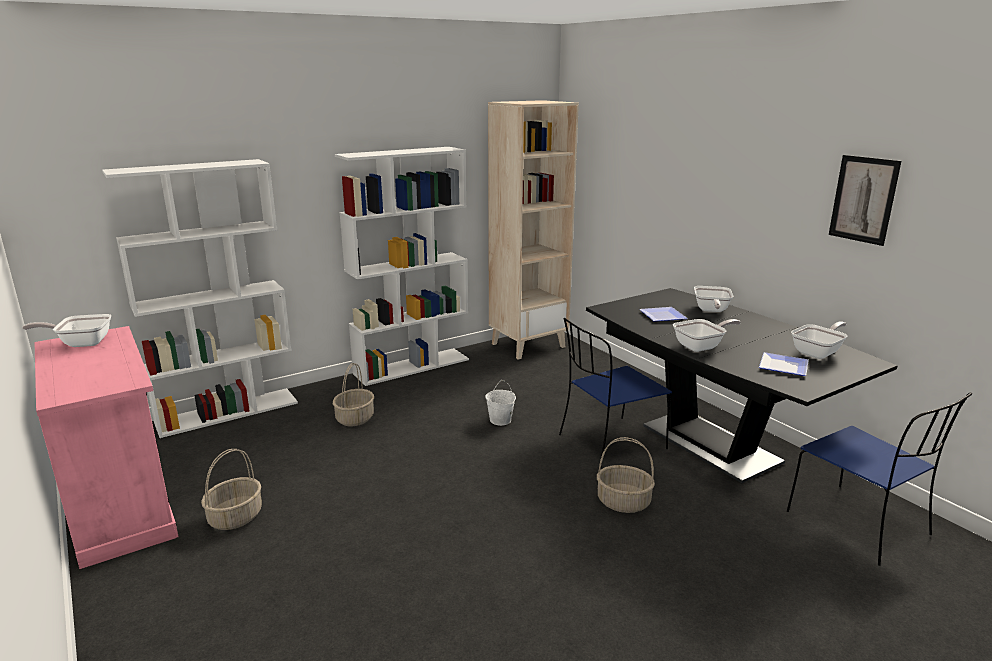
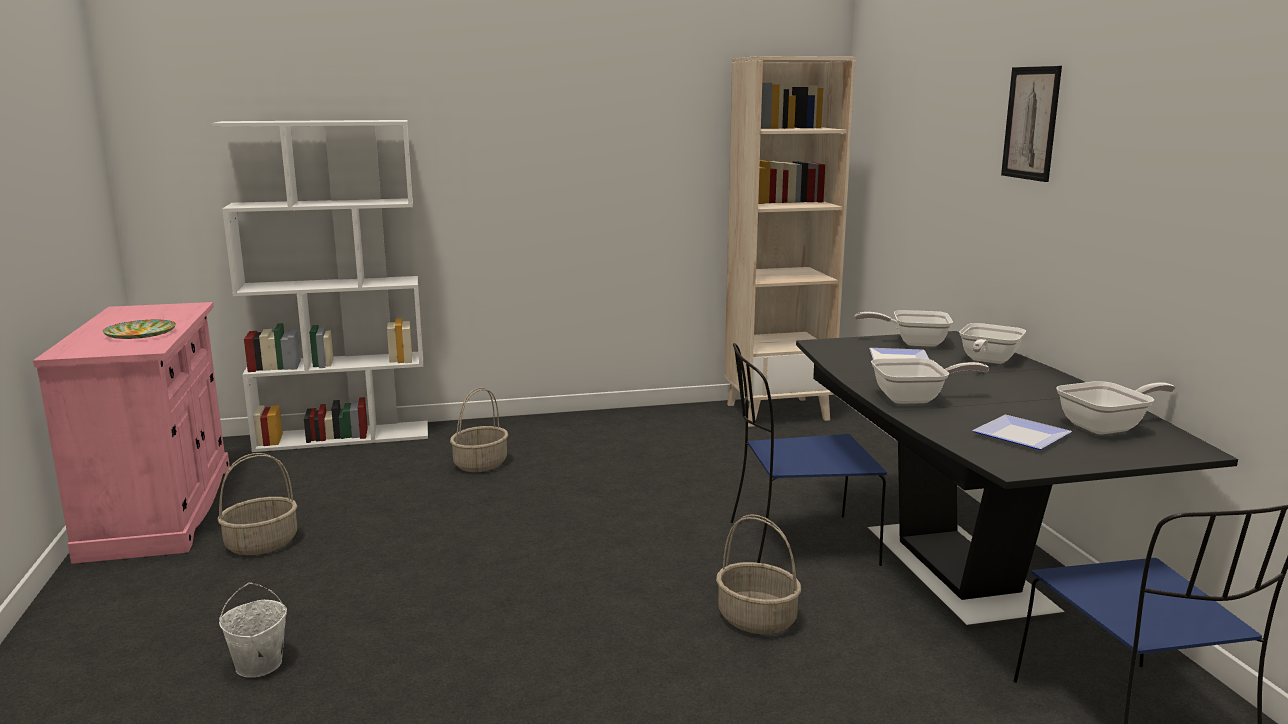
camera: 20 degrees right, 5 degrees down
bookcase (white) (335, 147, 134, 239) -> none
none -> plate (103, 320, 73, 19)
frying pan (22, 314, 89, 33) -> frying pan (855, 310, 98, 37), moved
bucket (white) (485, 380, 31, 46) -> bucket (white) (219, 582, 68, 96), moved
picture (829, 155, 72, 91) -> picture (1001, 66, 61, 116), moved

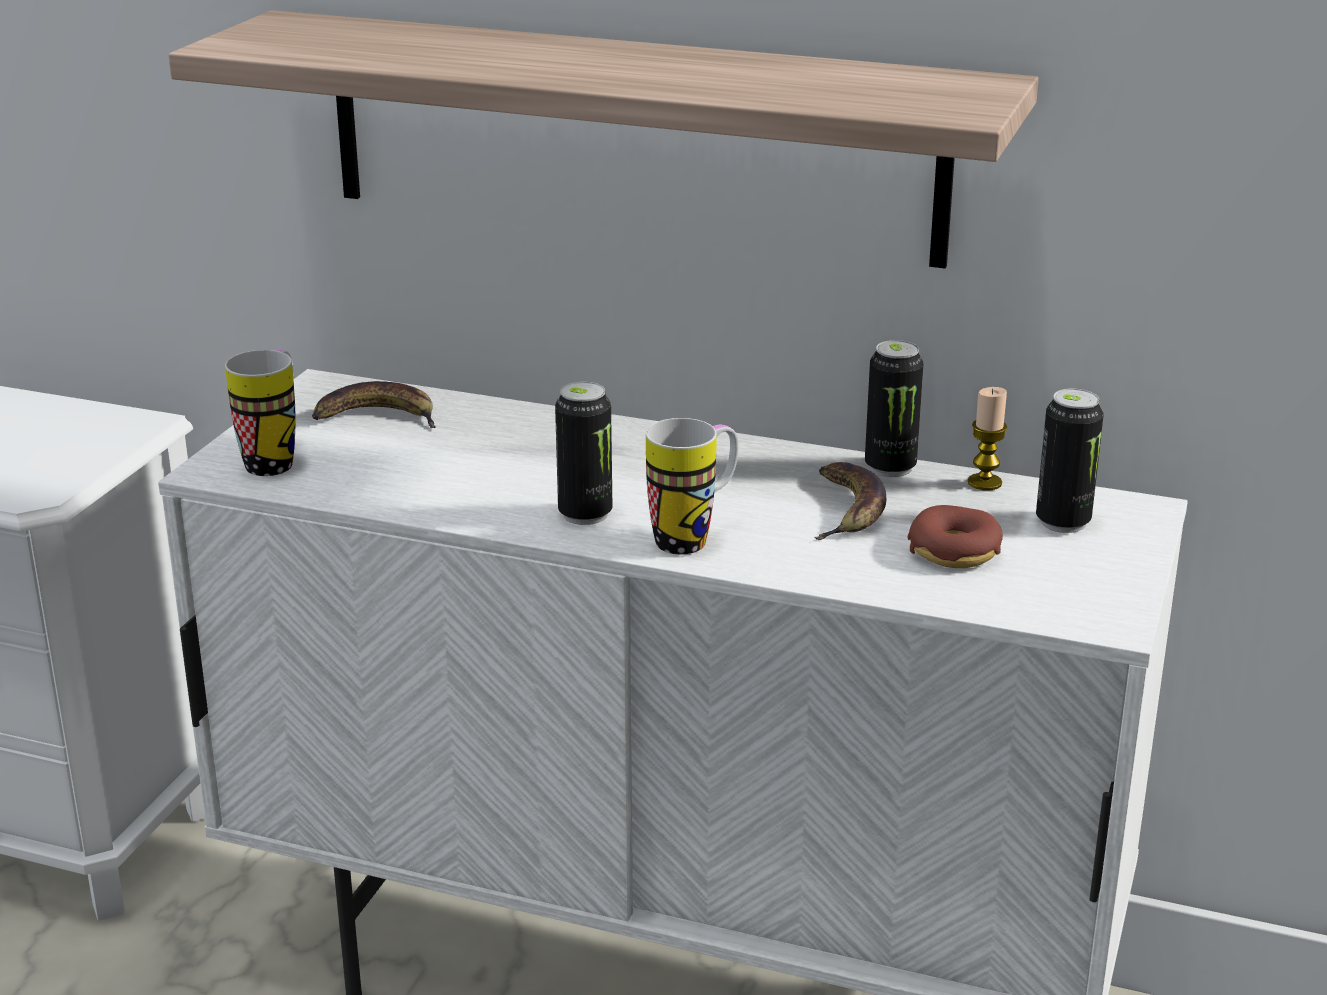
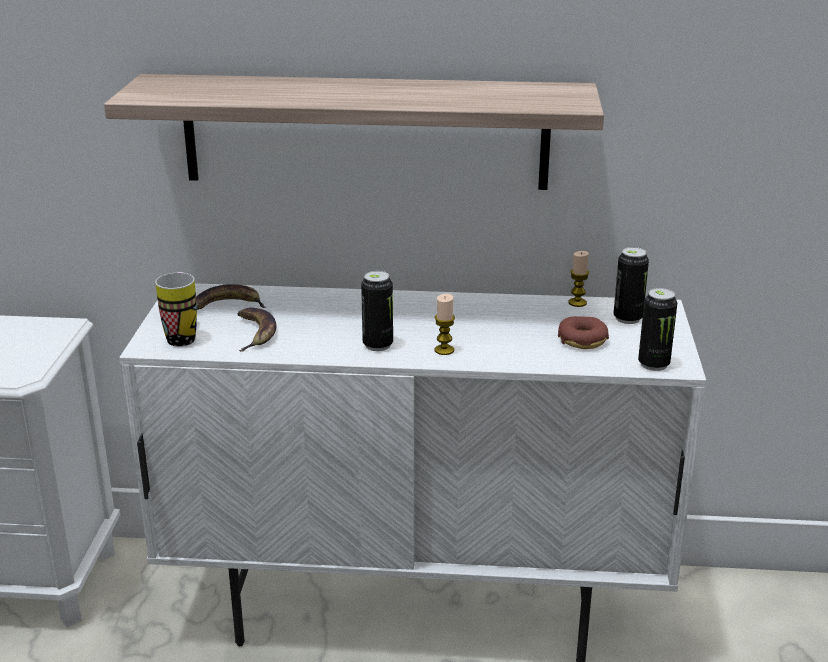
camera: 15 degrees left, 0 degrees up
banana (815, 462, 71, 78) -> banana (237, 308, 39, 44), moved
can (865, 340, 58, 137) -> can (638, 288, 39, 83), moved
mug (646, 418, 93, 137) -> candle (435, 294, 20, 61)

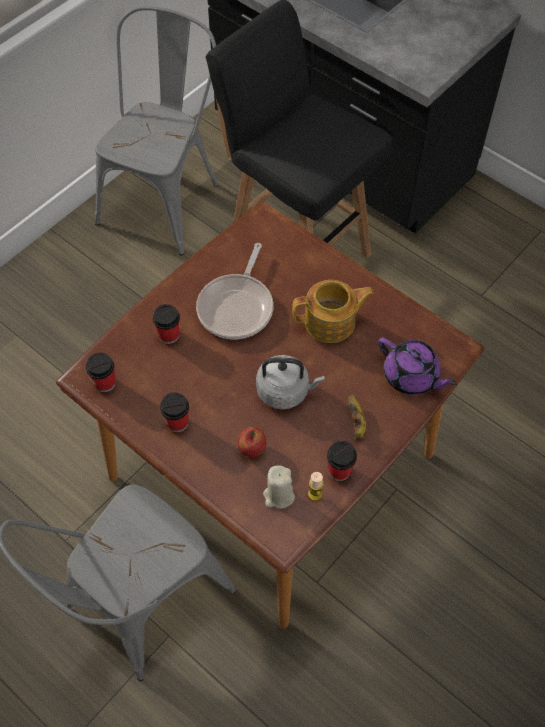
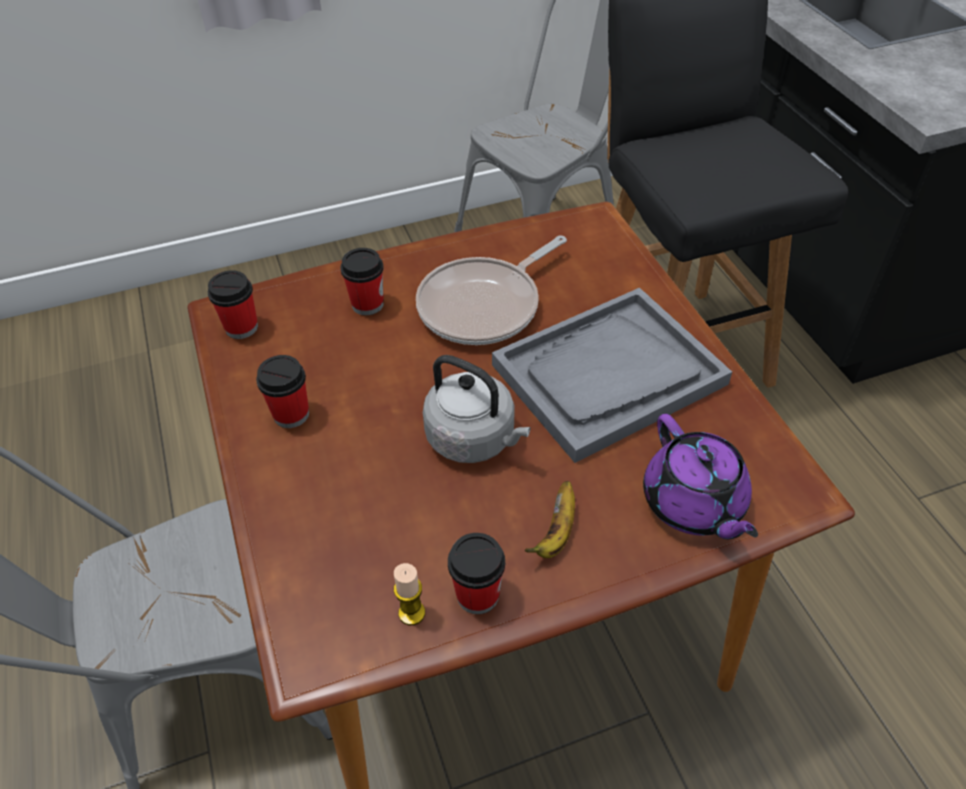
camera: 30 degrees right, 10 degrees down
apple (238, 427, 28, 30) -> none
candle (beige) (263, 465, 32, 44) -> none
teapot (292, 280, 82, 63) -> tray (grey) (492, 288, 240, 175)

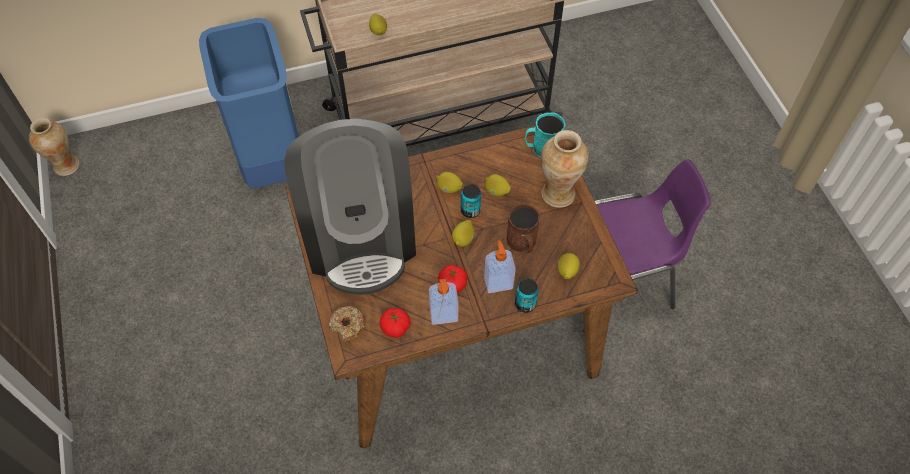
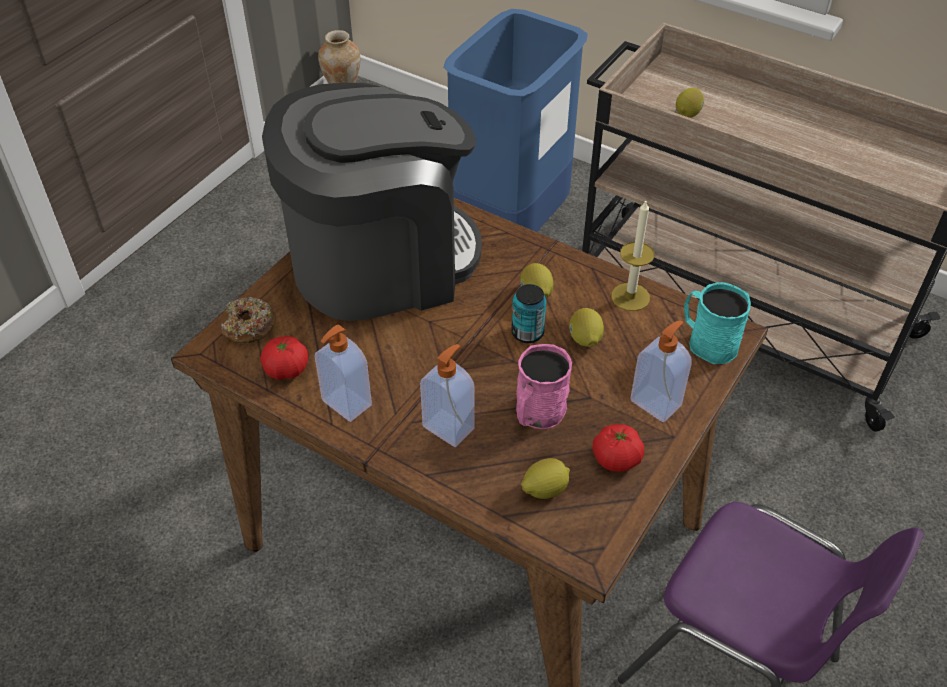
camera: 50 degrees right, 10 degrees down
lemon (452, 220, 23, 27) -> none
can (515, 279, 24, 34) -> none
none -> candle (611, 201, 44, 110)
tomato (438, 265, 30, 28) -> tomato (592, 424, 52, 48), moved
vase (540, 130, 49, 78) -> soap dispenser (630, 320, 62, 102)
mug (brown) (506, 203, 34, 50) -> mug (pink) (516, 344, 56, 85)
coffee machine (284, 119, 132, 176) -> coffee machine (262, 83, 220, 238), 150 degrees counterclockwise

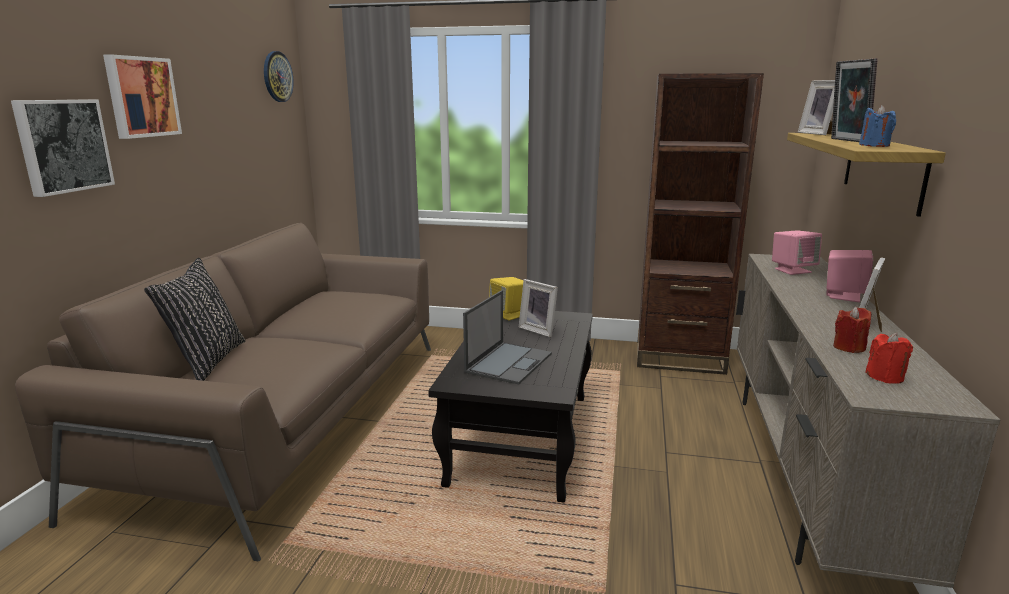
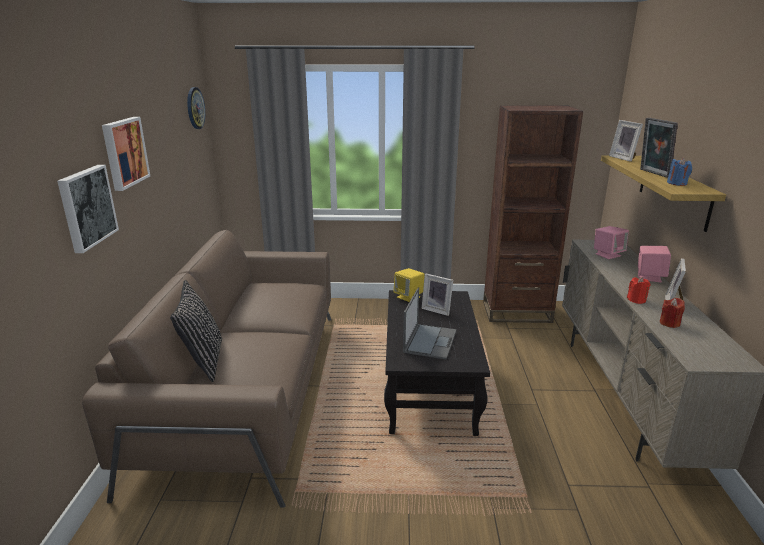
camera: 10 degrees left, 5 degrees up
candle (red) (865, 333, 48, 51) -> candle (red) (627, 277, 24, 27), moved

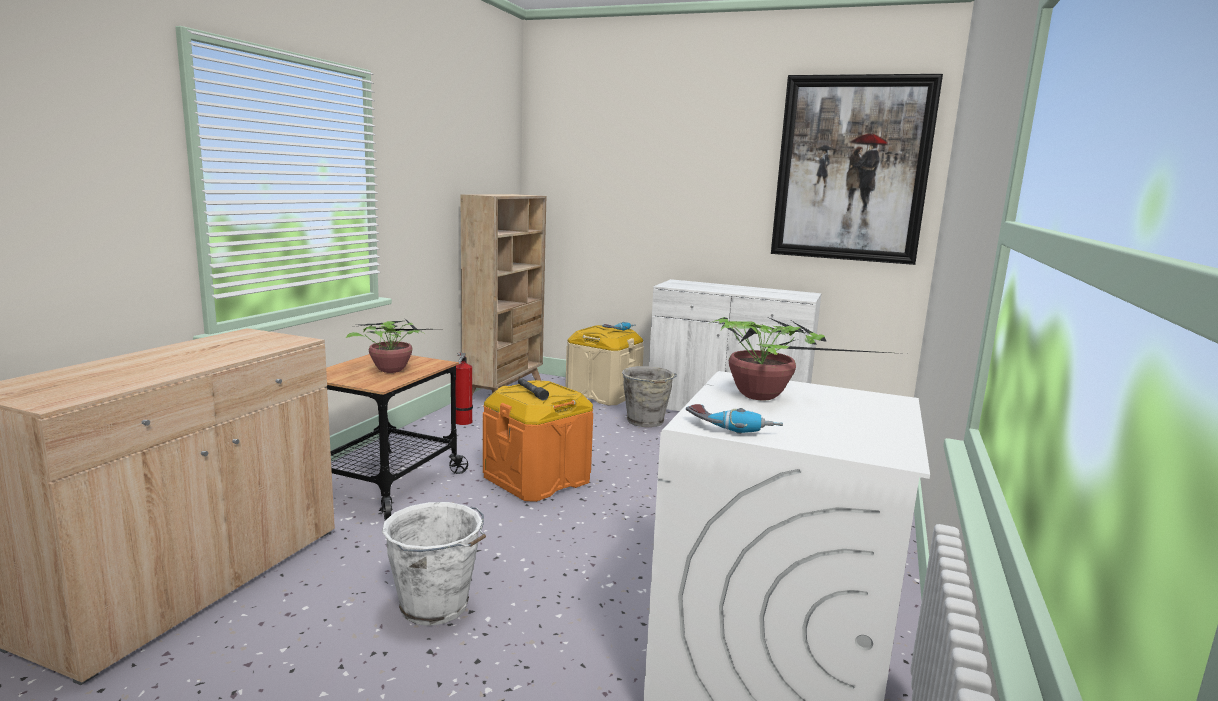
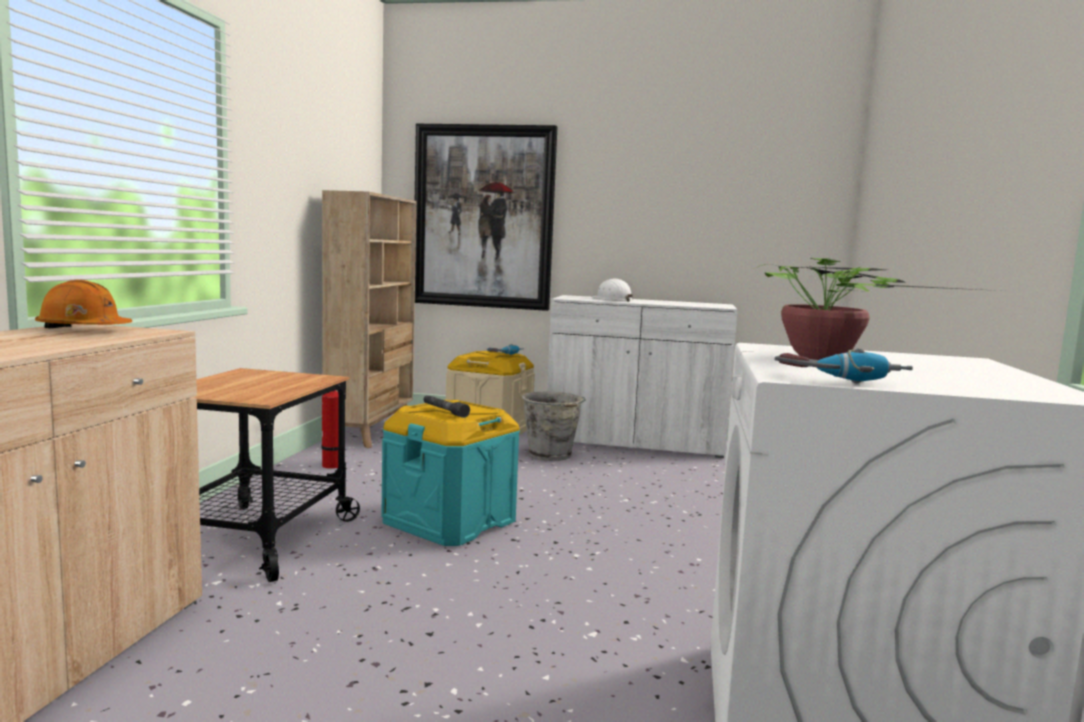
camera: 10 degrees left, 5 degrees down
potted plant (346, 317, 86, 56) -> none
bucket (white) (382, 502, 104, 124) -> none
none -> hard hat (orange) (35, 280, 97, 48)
none -> hard hat (white) (592, 279, 41, 23)
picture (771, 74, 172, 191) -> picture (415, 124, 142, 187), moved
storage box (orange) (483, 380, 110, 122) -> storage box (turquoise) (381, 400, 139, 146)

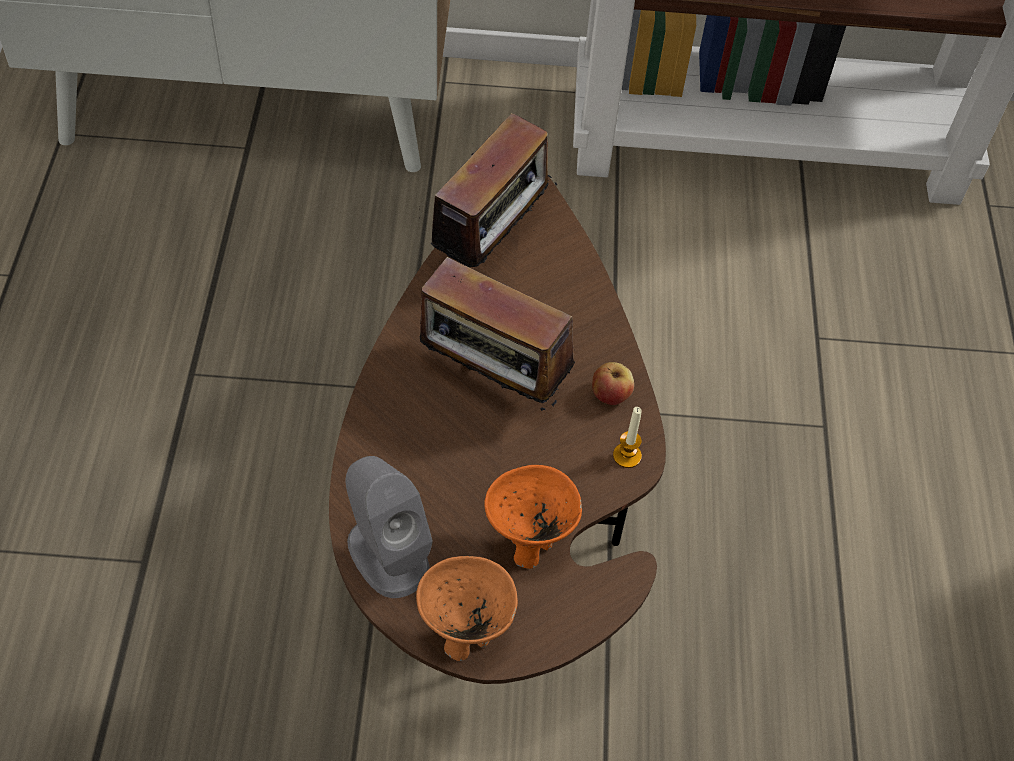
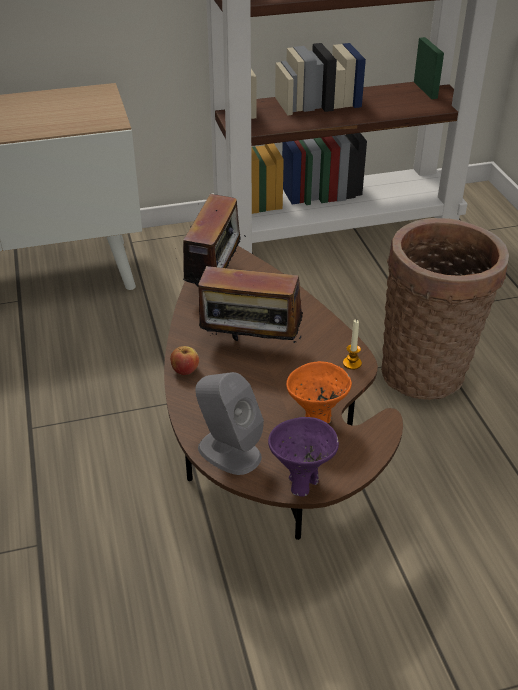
camera: 15 degrees left, 15 degrees down
none -> basket (381, 218, 128, 182)
apple (592, 362, 42, 43) -> apple (170, 346, 29, 29), moved
bowl (orange) (416, 556, 102, 105) -> bowl (purple) (268, 417, 71, 80)

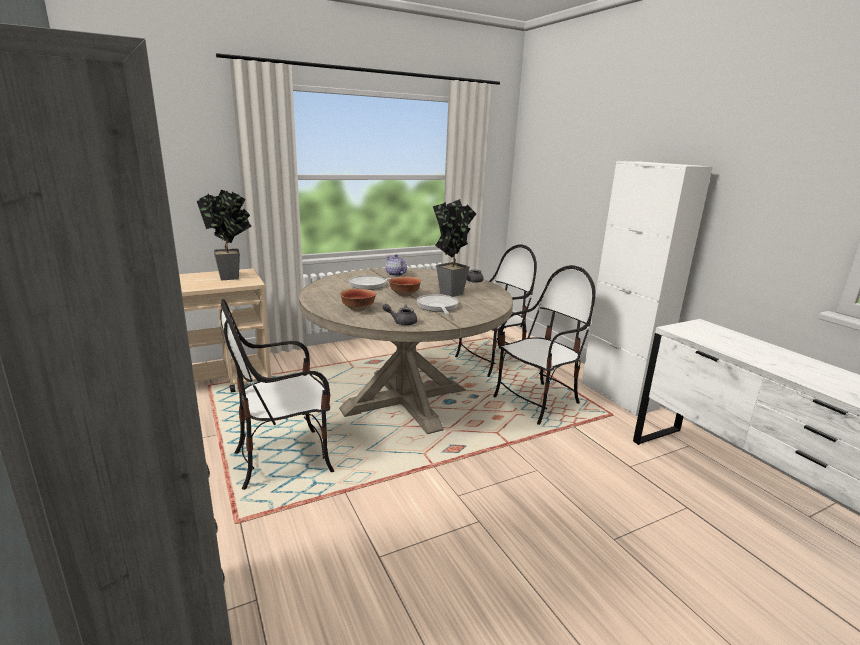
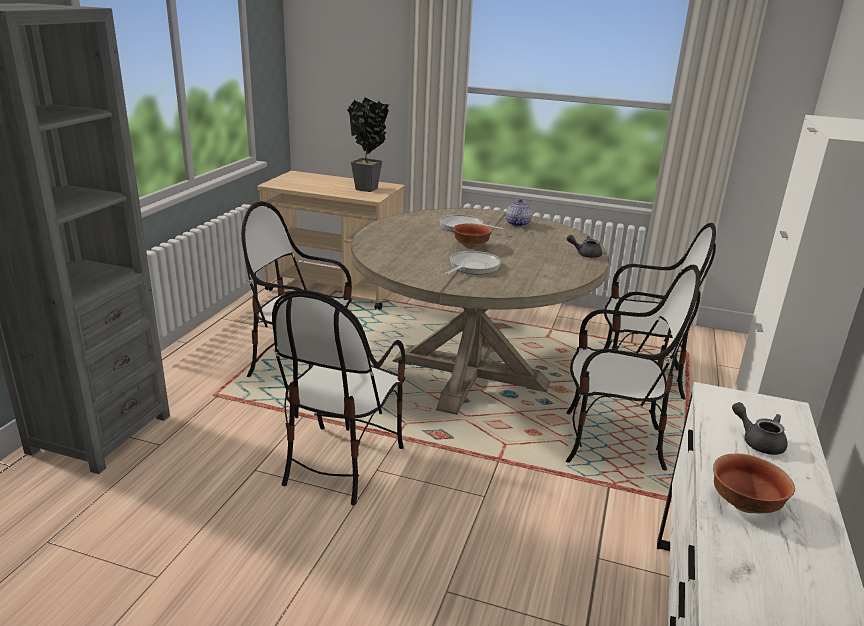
camera: 45 degrees right, 5 degrees up
potted plant (433, 199, 43, 98) -> none
none -> chair (272, 290, 134, 216)
bowl (340, 289, 36, 22) -> bowl (713, 453, 82, 60), moved
teapot (grey) (383, 304, 34, 21) -> teapot (grey) (732, 402, 56, 53), moved

